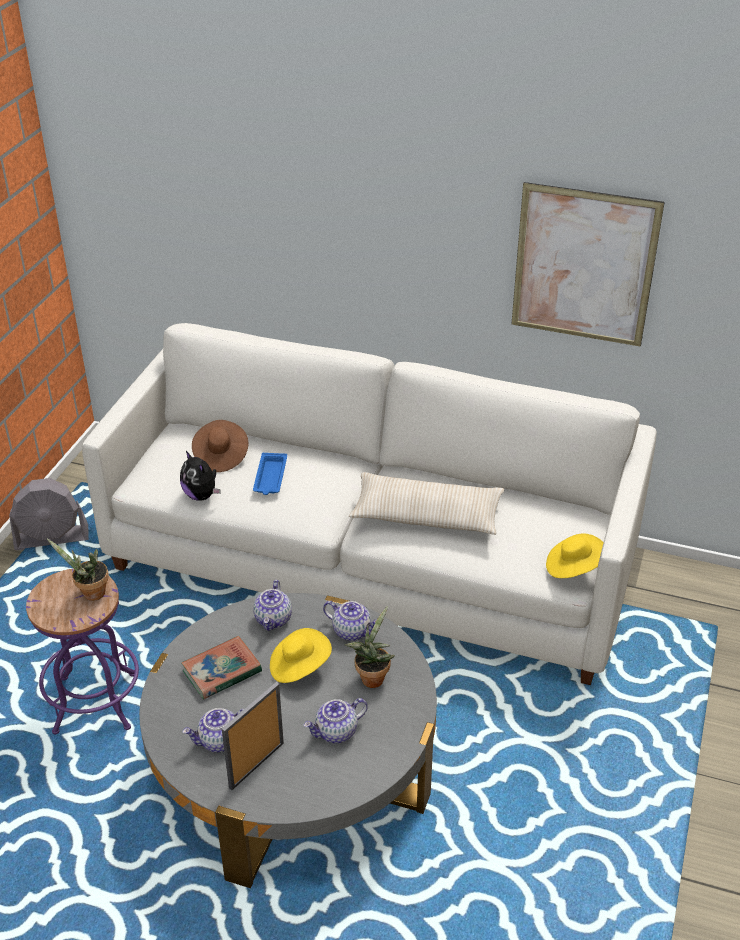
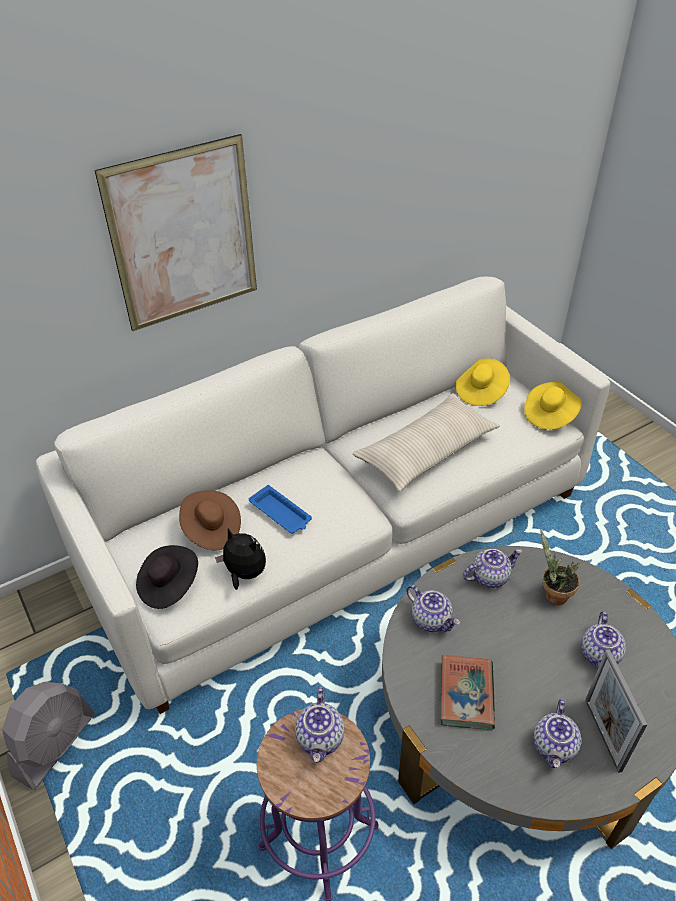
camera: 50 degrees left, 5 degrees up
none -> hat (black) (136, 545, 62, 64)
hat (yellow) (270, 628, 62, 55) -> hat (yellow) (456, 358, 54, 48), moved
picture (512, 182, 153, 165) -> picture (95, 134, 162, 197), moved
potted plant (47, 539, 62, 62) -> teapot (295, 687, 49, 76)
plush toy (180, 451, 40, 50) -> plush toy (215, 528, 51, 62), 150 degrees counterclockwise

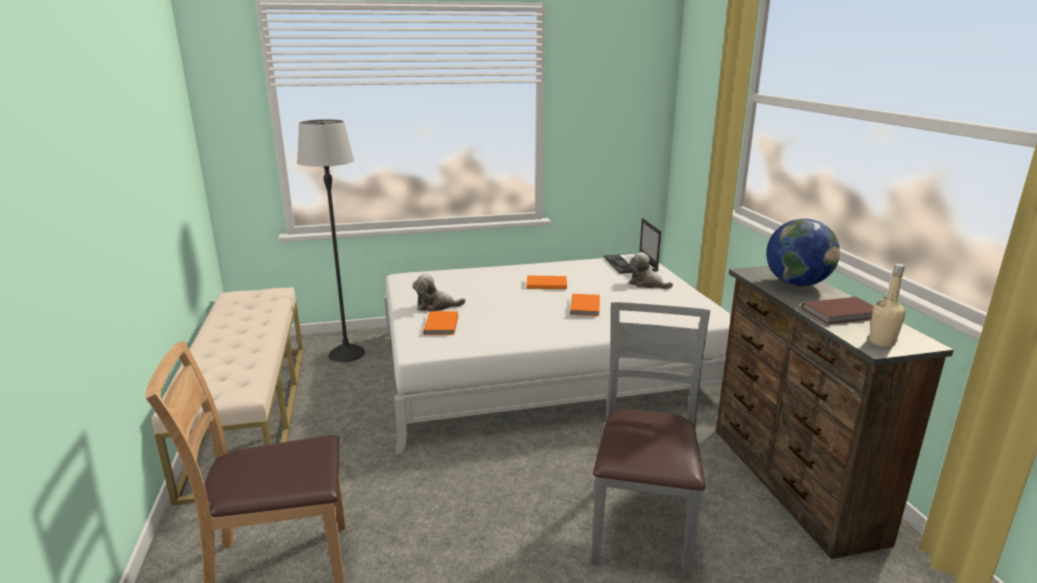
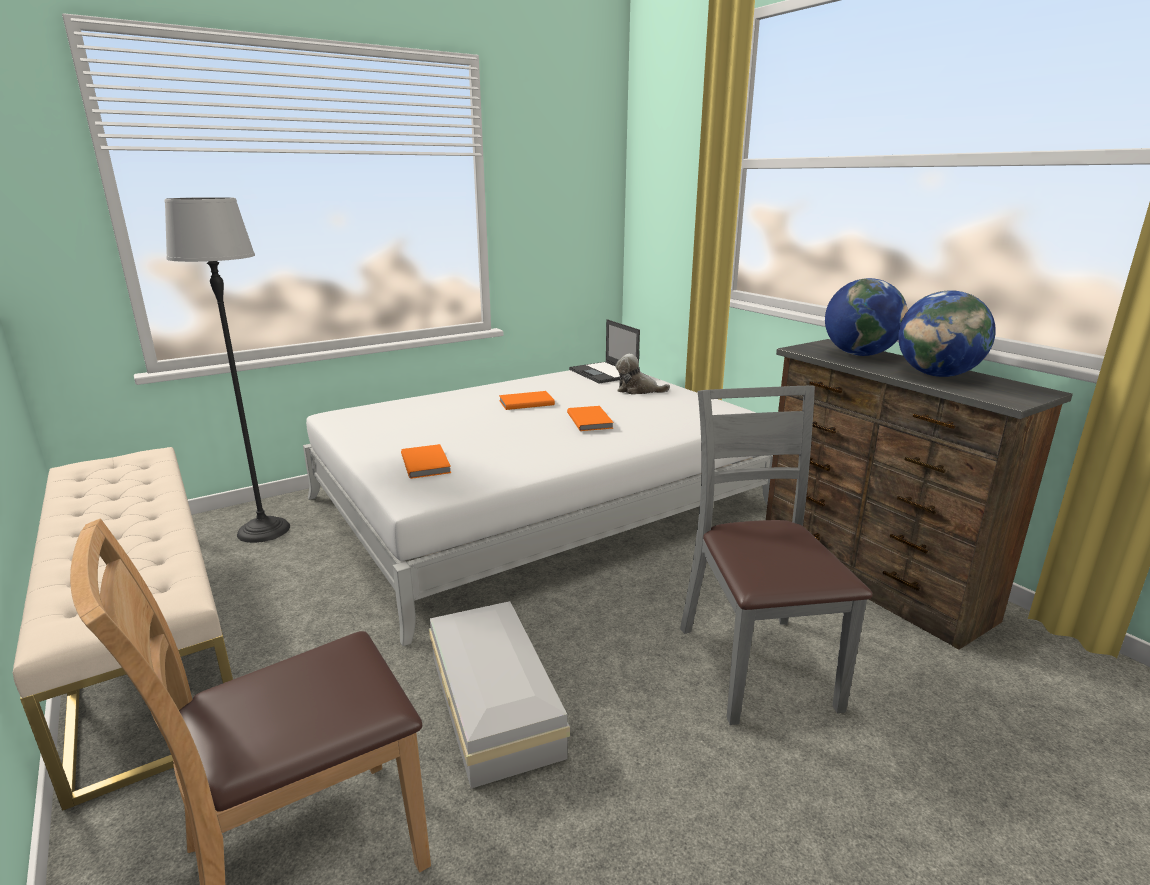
camera: 20 degrees left, 0 degrees up
plush toy (413, 274, 53, 38) -> none
bottle (beige) (869, 264, 37, 83) -> none
none -> storage box (white) (429, 601, 141, 188)
book (brown) (801, 297, 73, 27) -> globe (898, 290, 98, 87)

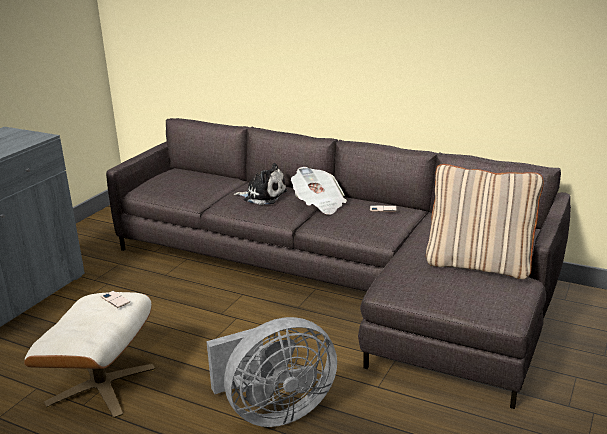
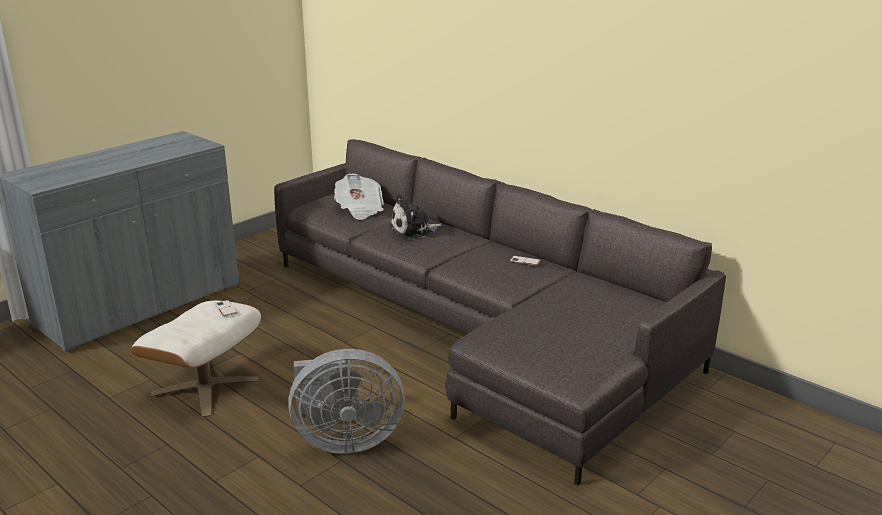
camera: 15 degrees right, 0 degrees up
pillow (beige) (426, 164, 118, 115) -> none
newspaper (291, 167, 56, 48) -> newspaper (334, 174, 50, 46), moved
plush toy (234, 163, 53, 42) -> plush toy (390, 194, 52, 45), 120 degrees clockwise

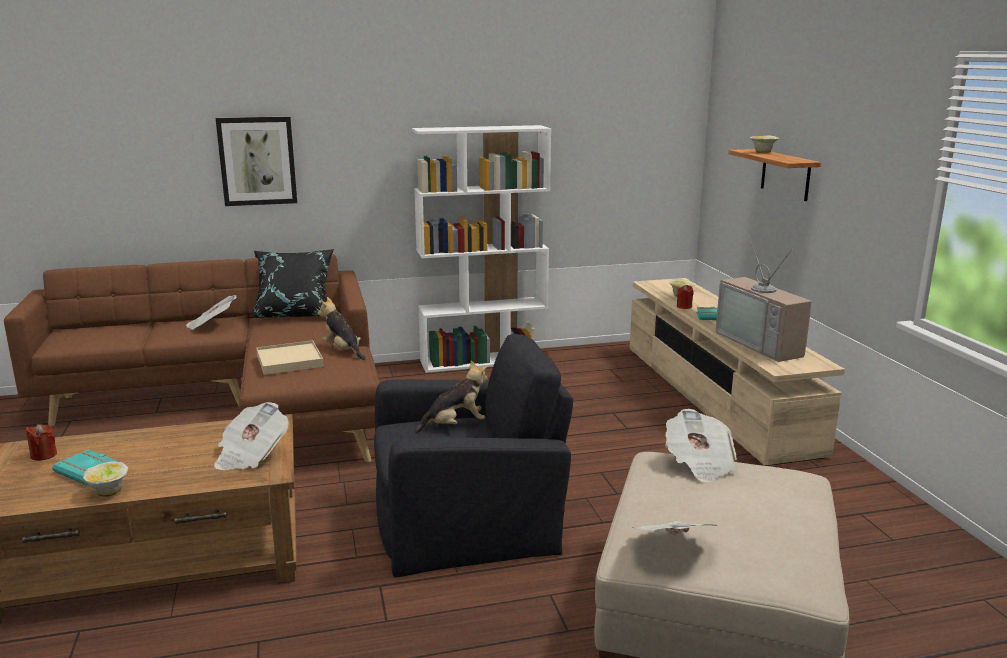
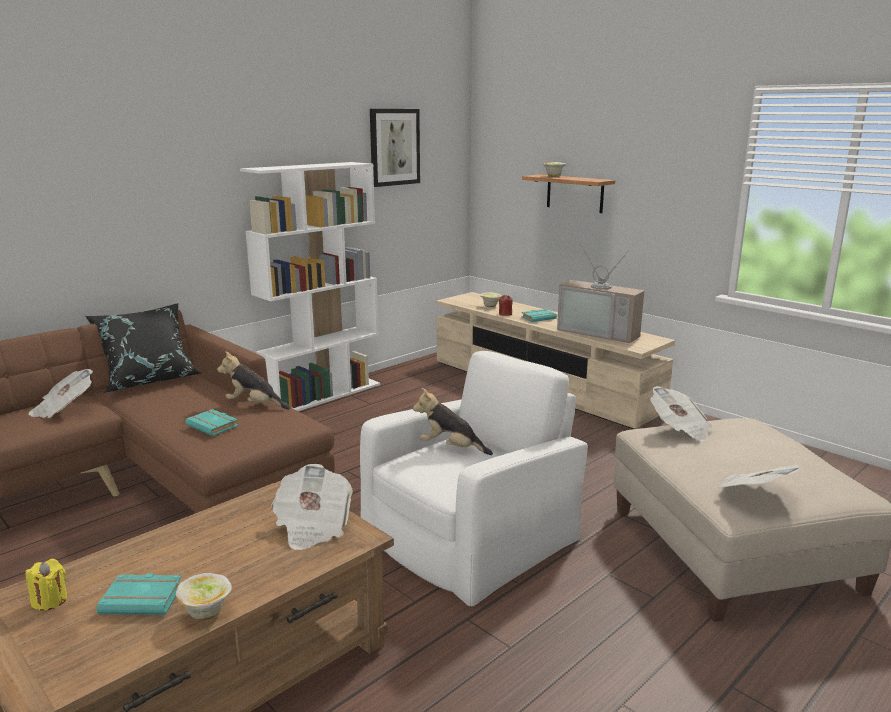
camera: 30 degrees left, 0 degrees up
picture (215, 117, 82, 89) -> picture (370, 109, 50, 78), moved
tray (beige) (256, 340, 68, 35) -> book (turquoise) (185, 409, 54, 27)
candle (red) (26, 424, 31, 37) -> candle (yellow) (26, 559, 41, 51)
armchair (black) (374, 334, 199, 243) -> armchair (white) (360, 351, 228, 255)
plush toy (414, 361, 74, 73) -> plush toy (413, 388, 80, 67), 105 degrees counterclockwise

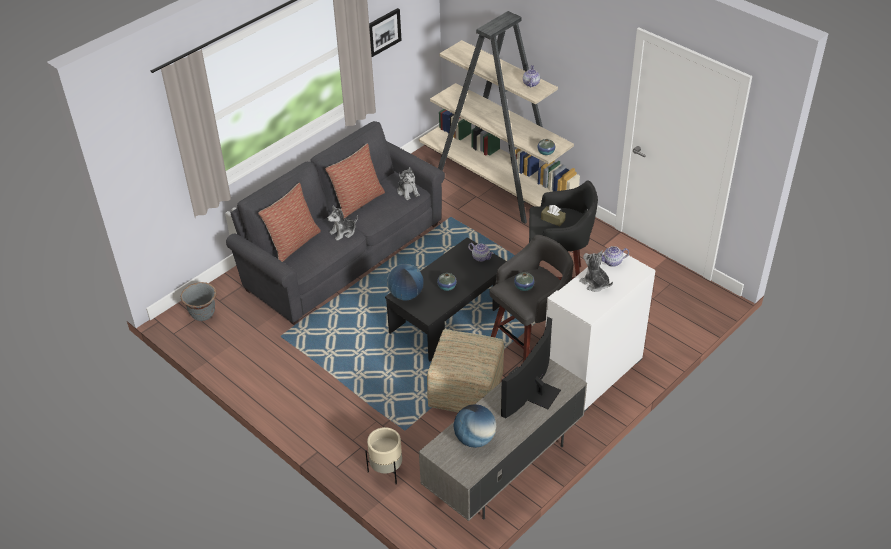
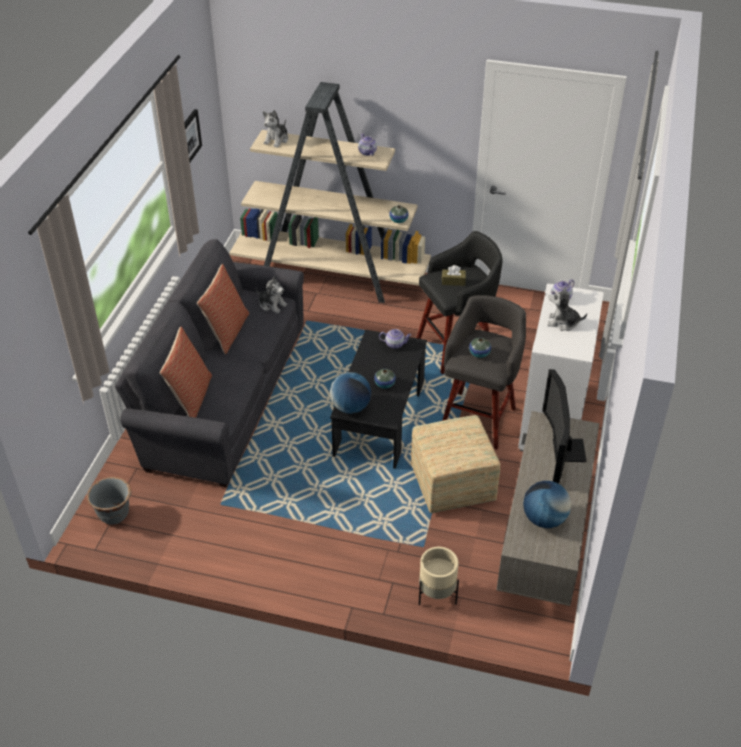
camera: 30 degrees left, 0 degrees up
plush toy (327, 205, 31, 36) -> plush toy (263, 110, 25, 38), moved

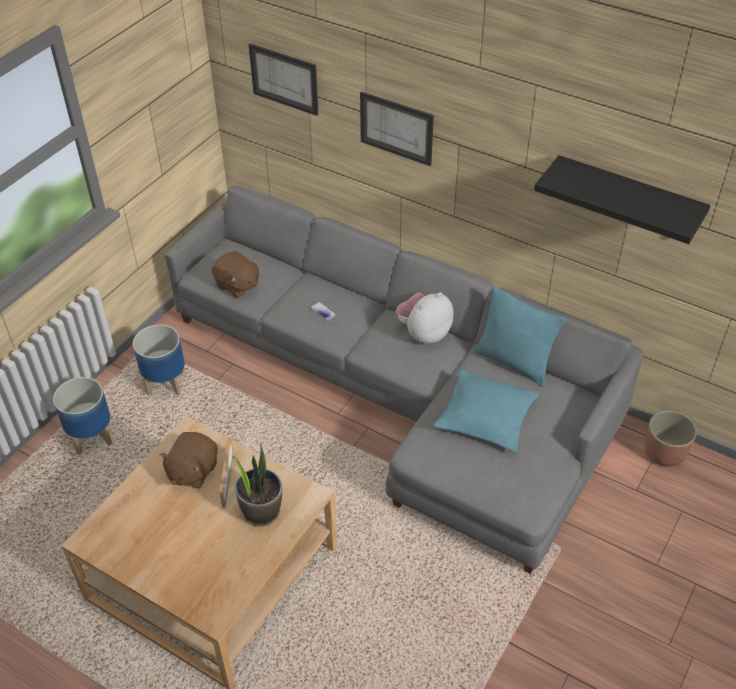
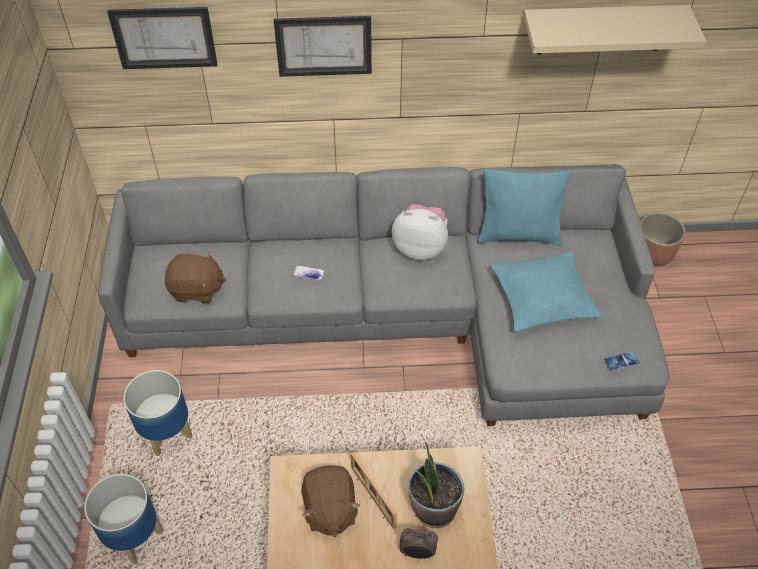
camera: 35 degrees left, 5 degrees up
none -> alarm clock (400, 528, 38, 31)
none -> phone (604, 351, 36, 20)
shelf (black) (534, 155, 176, 89) -> shelf (beige) (523, 5, 183, 50)
plush toy (395, 292, 58, 52) -> plush toy (392, 204, 56, 56), 90 degrees clockwise

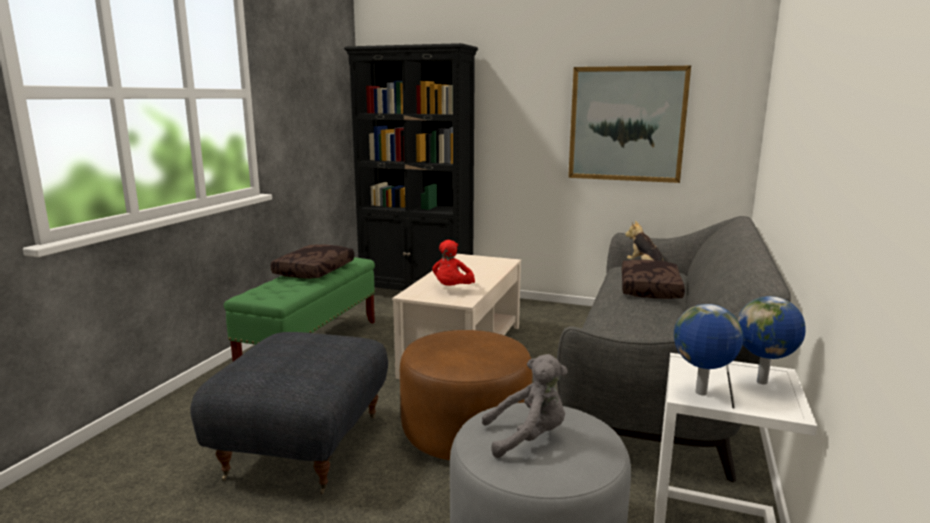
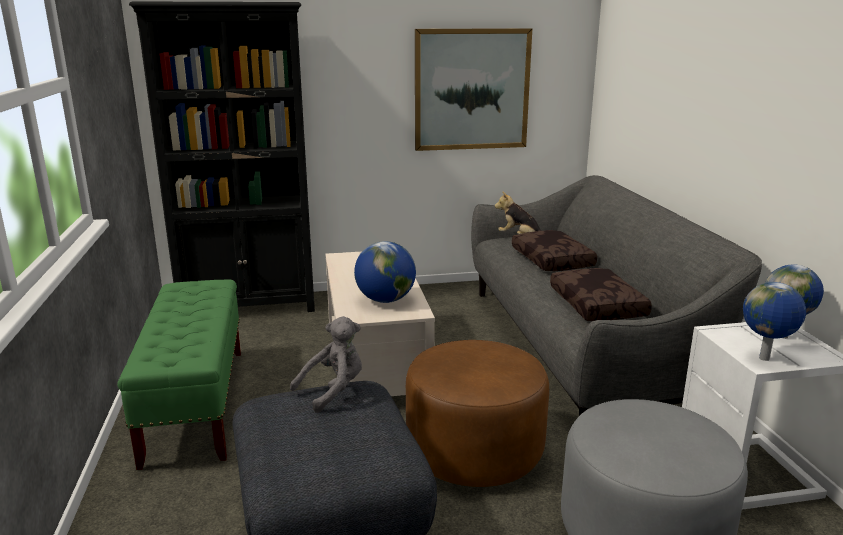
camera: 30 degrees left, 5 degrees up
pillow (brown) (270, 244, 84, 35) -> pillow (brown) (550, 268, 102, 53), moved
plush toy (grey) (482, 354, 86, 104) -> plush toy (grey) (290, 316, 72, 97), moved
plush toy (red) (432, 240, 43, 46) -> globe (354, 241, 62, 62)

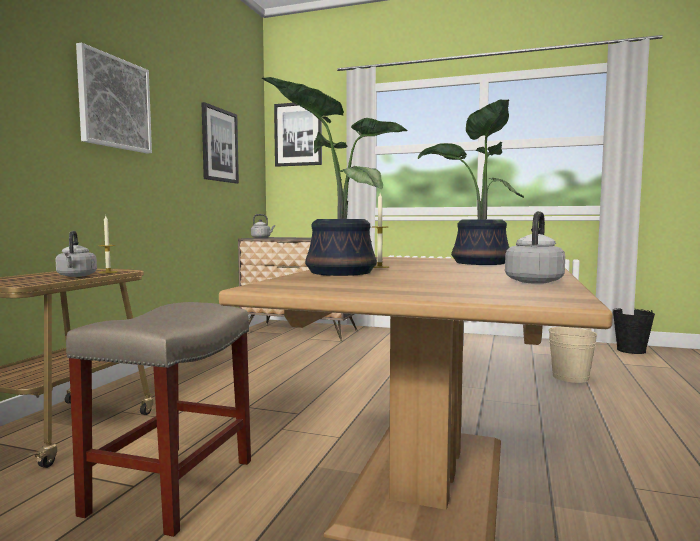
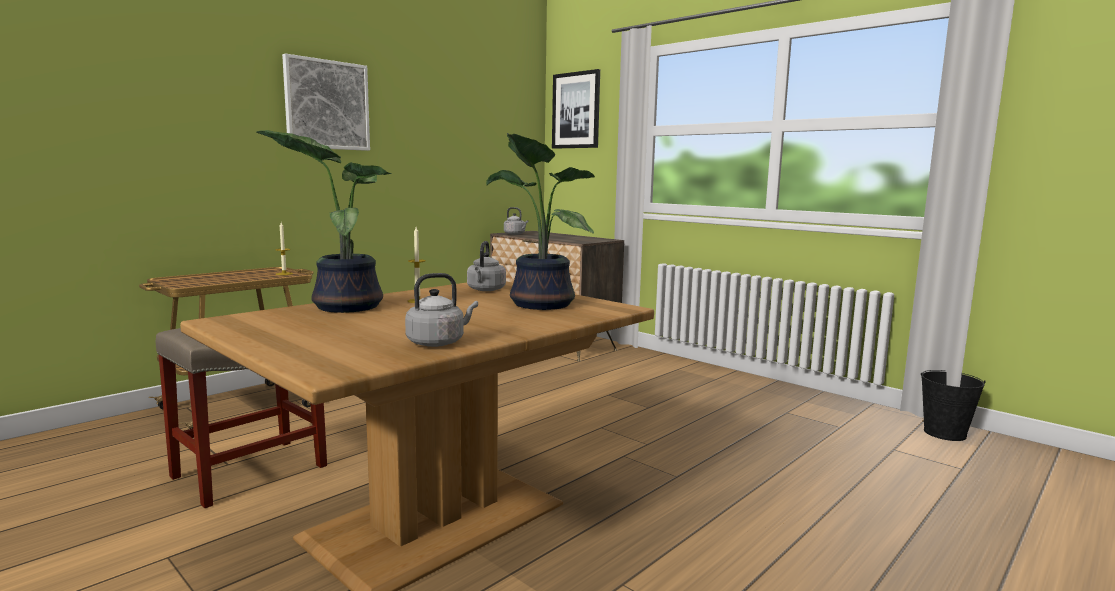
camera: 25 degrees right, 5 degrees up
picture (202, 102, 37, 81) -> none
bucket (beige) (549, 327, 48, 56) -> none
kettle (grey) (55, 231, 42, 46) -> kettle (grey) (467, 241, 39, 50), moved

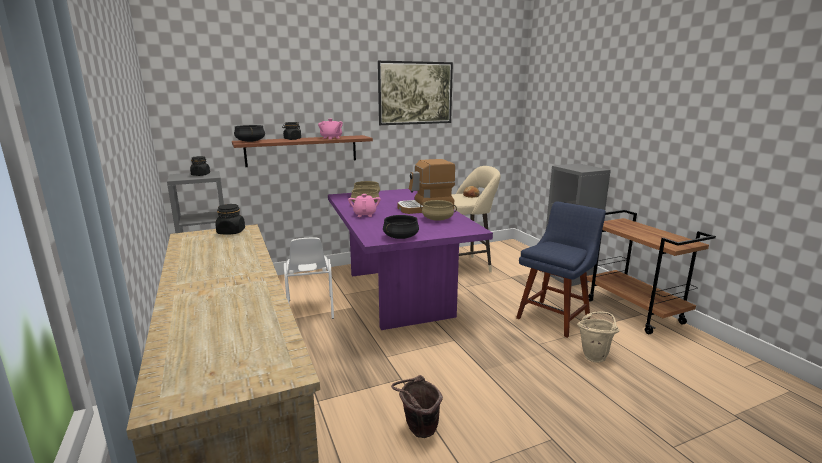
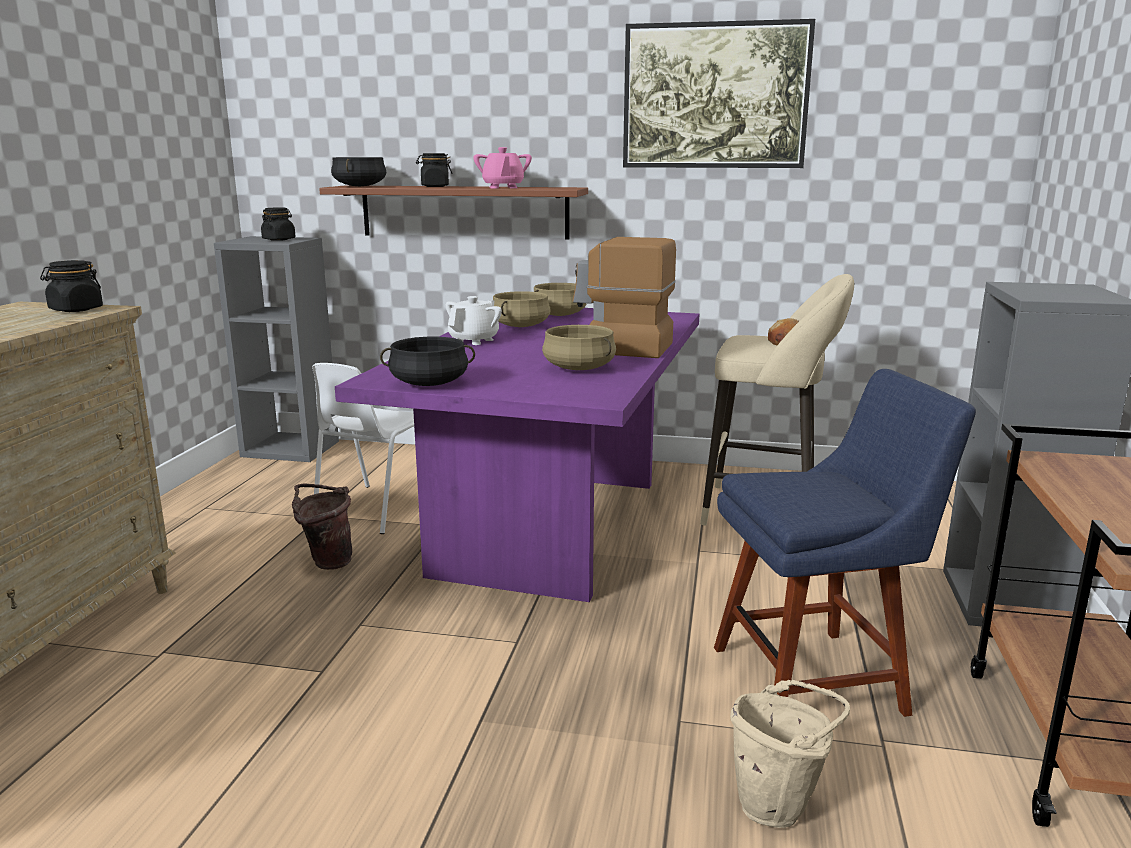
camera: 35 degrees right, 0 degrees up
bucket (brown) (391, 375, 52, 63) -> bucket (brown) (292, 484, 60, 86), moved
teapot (pink) (348, 194, 33, 23) -> teapot (white) (446, 296, 56, 49)

